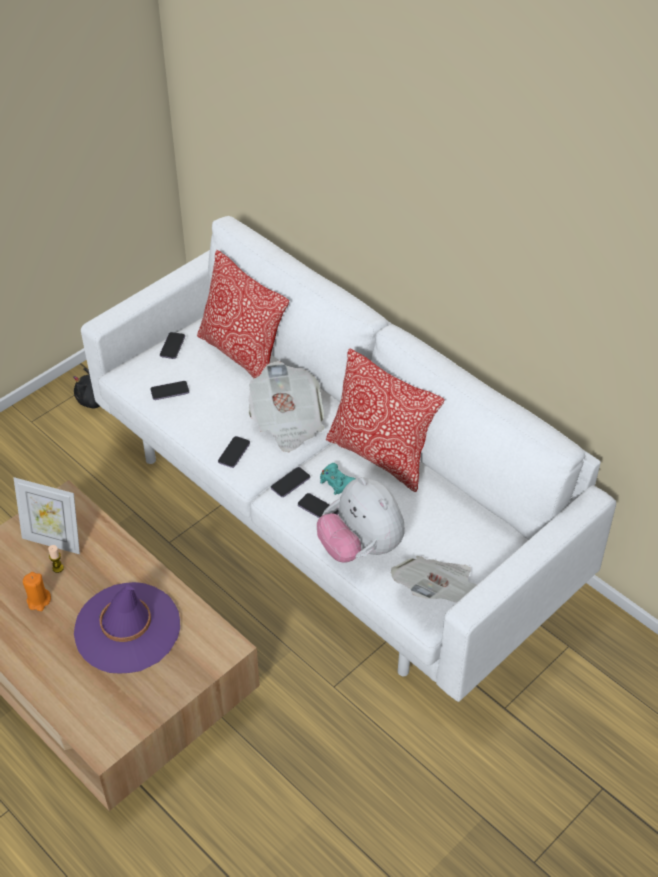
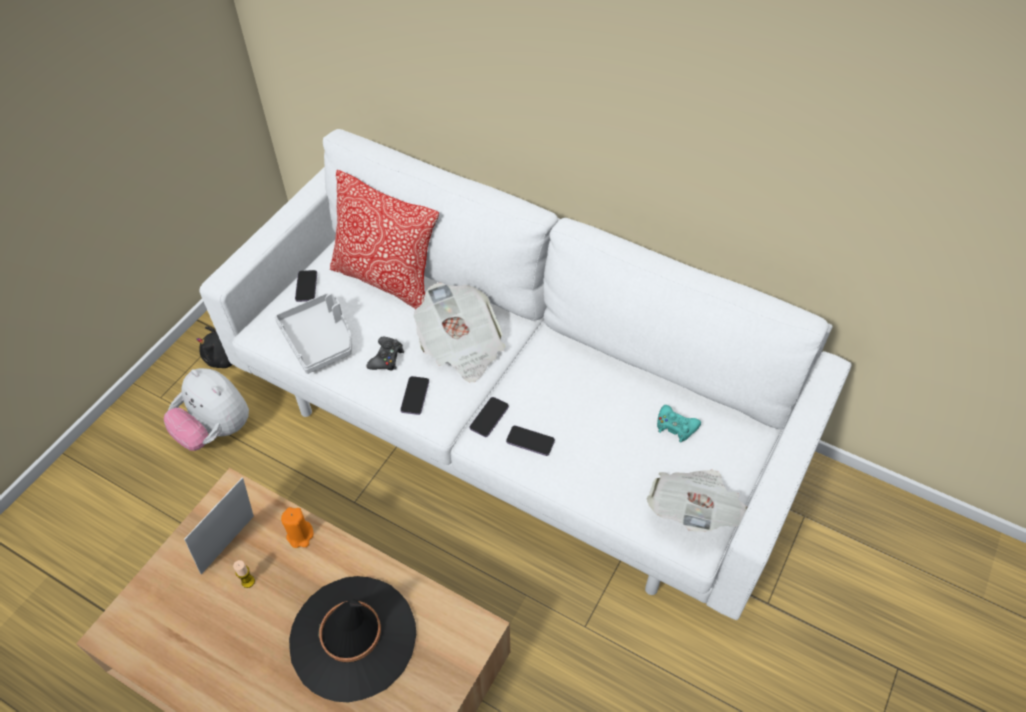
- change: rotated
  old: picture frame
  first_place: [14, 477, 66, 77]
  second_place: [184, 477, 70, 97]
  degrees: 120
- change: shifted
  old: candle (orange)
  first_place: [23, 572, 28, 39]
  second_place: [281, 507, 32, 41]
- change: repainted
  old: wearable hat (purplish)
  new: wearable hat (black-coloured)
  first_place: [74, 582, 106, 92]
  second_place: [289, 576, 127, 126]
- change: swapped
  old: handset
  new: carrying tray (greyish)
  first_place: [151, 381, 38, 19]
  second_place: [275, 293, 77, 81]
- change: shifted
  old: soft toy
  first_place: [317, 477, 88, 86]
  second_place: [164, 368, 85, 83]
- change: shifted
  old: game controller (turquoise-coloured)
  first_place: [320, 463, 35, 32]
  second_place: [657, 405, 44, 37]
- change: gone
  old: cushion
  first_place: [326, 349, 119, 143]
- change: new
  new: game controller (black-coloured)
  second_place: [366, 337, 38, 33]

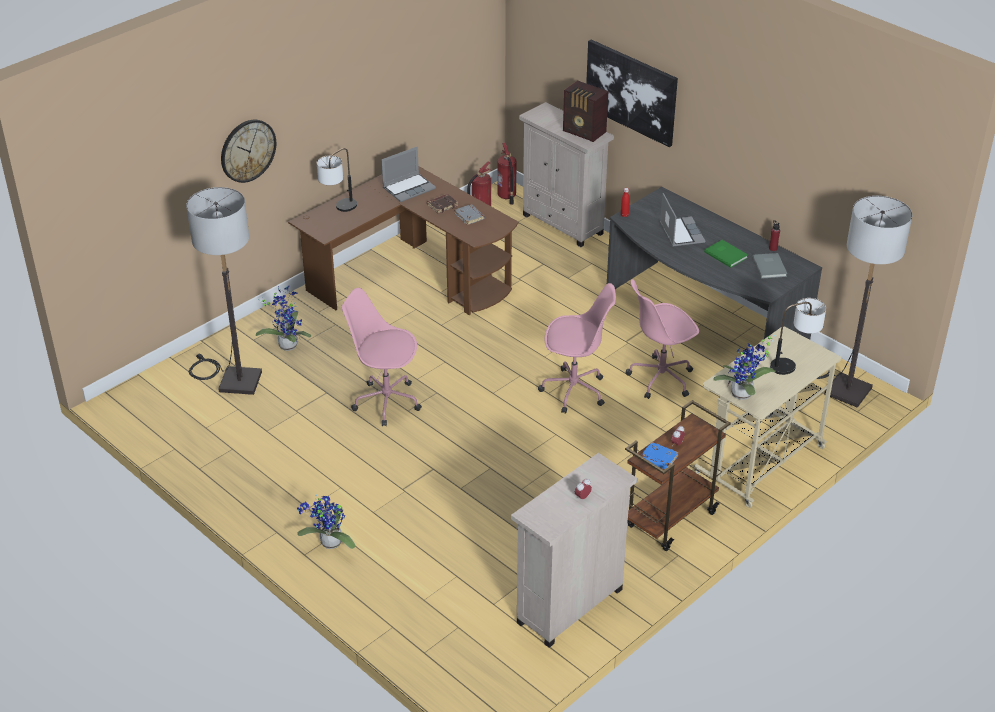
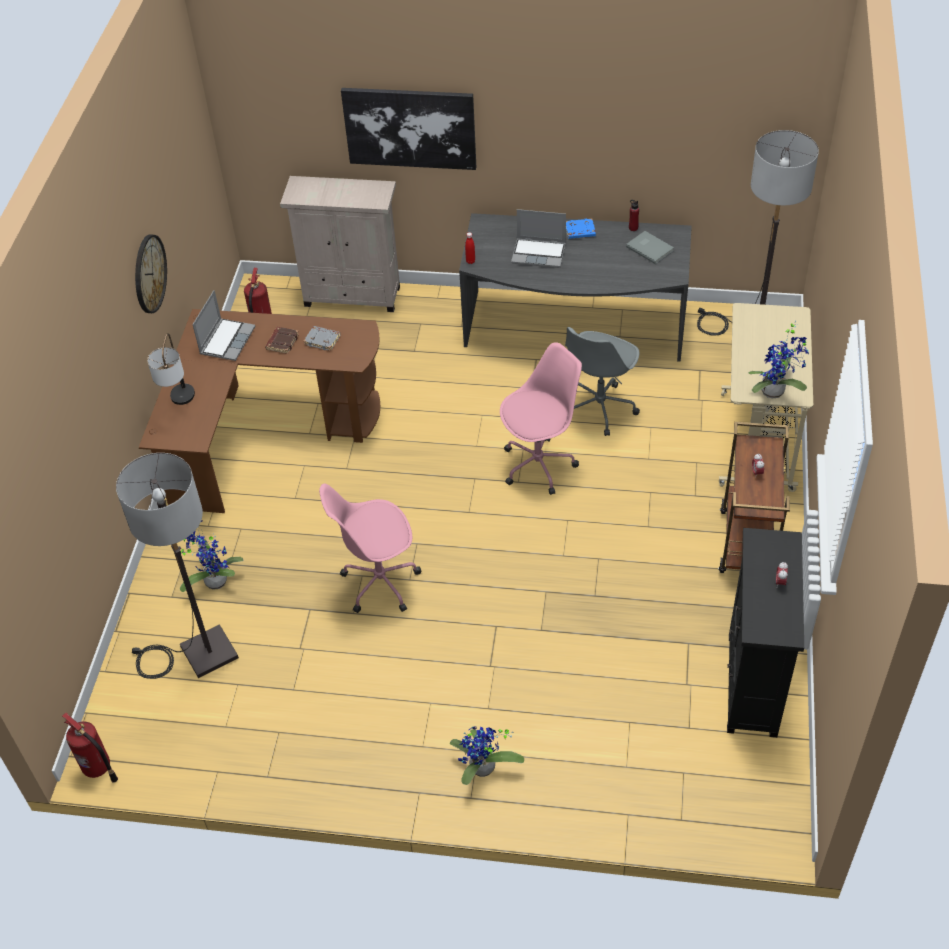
- change: shifted
  old: hanging clock
  first_place: [221, 119, 55, 64]
  second_place: [135, 235, 32, 78]
- change: shifted
  old: fire extinguisher
  first_place: [497, 143, 19, 62]
  second_place: [62, 713, 56, 70]
- change: repainted
  old: cabinet (beige)
  new: cabinet (black-coloured)
  first_place: [511, 453, 126, 195]
  second_place: [727, 528, 77, 210]
- change: gone
  old: radio
  first_place: [563, 80, 45, 62]
- change: repainted
  old: desk chair (pink-coloured)
  new: desk chair (greyish)
  first_place: [625, 279, 74, 120]
  second_place: [565, 327, 75, 109]
- change: shifted
  old: bound book (blue)
  first_place: [641, 442, 38, 27]
  second_place: [566, 219, 30, 20]
- change: rotated
  old: portable computer
  first_place: [660, 193, 45, 54]
  second_place: [511, 209, 55, 59]
  degrees: 150
- change: gone
  old: bound book (green-coloured)
  first_place: [704, 240, 44, 28]
- change: gone
  old: tabletop lamp
  first_place: [770, 298, 56, 77]

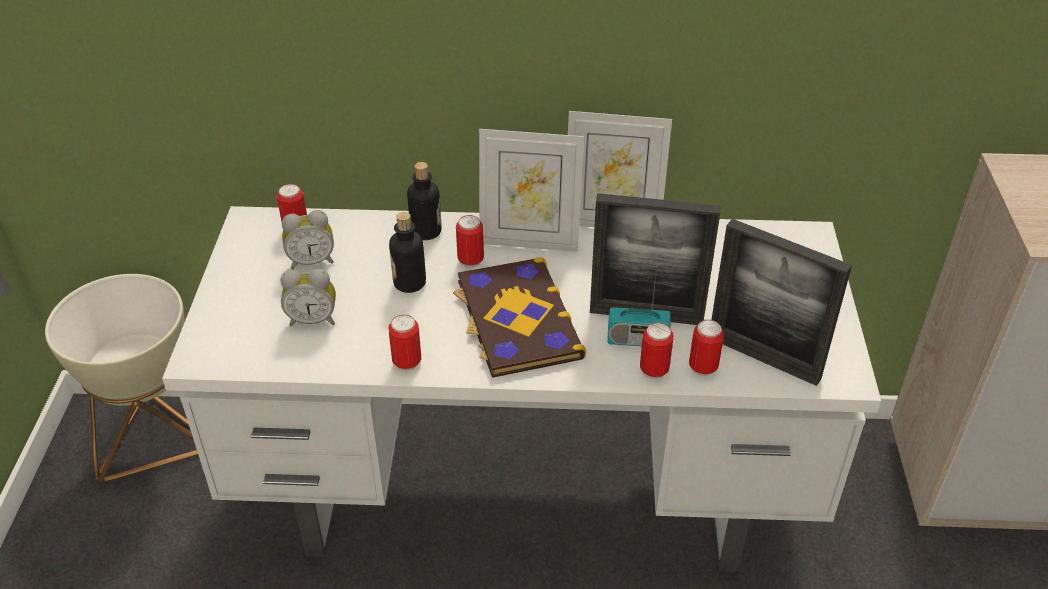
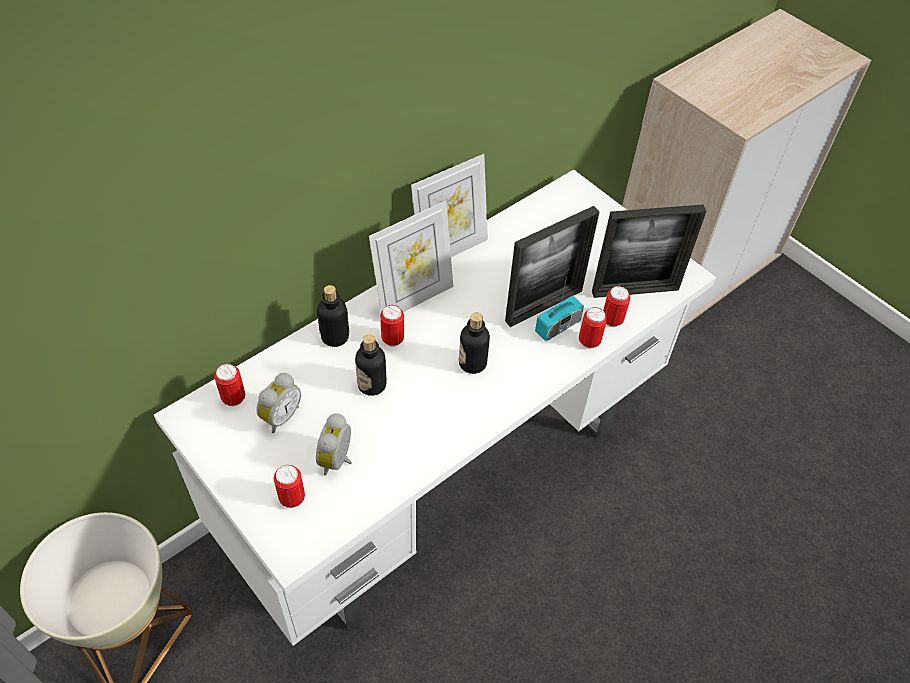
- change: rotated
  old: alarm clock
  first_place: [280, 269, 56, 57]
  second_place: [316, 413, 36, 63]
  degrees: 150
- change: shifted
  old: metal can
  first_place: [388, 315, 33, 56]
  second_place: [274, 465, 31, 43]
- change: swapped
  old: bound book
  new: drink bottle
  first_place: [453, 257, 133, 121]
  second_place: [459, 313, 31, 61]

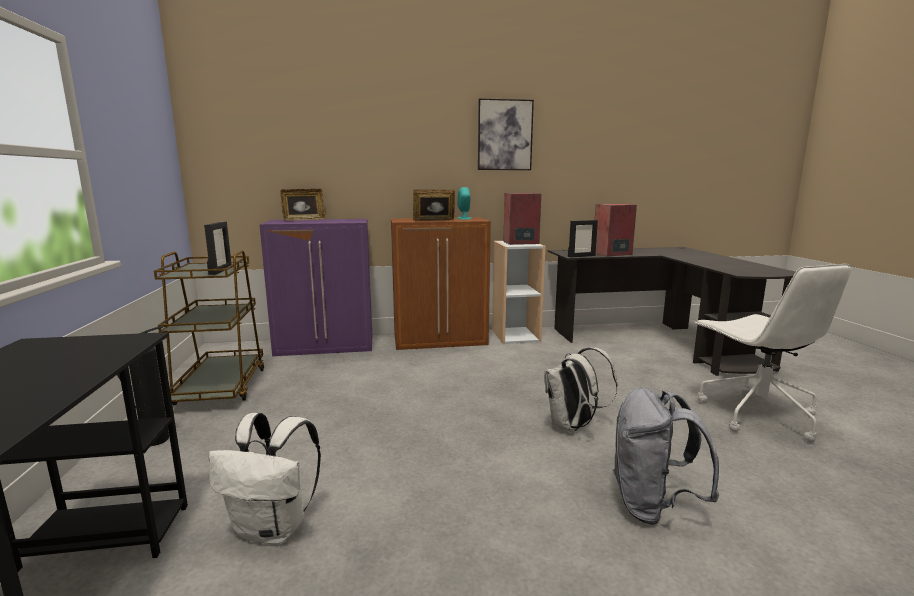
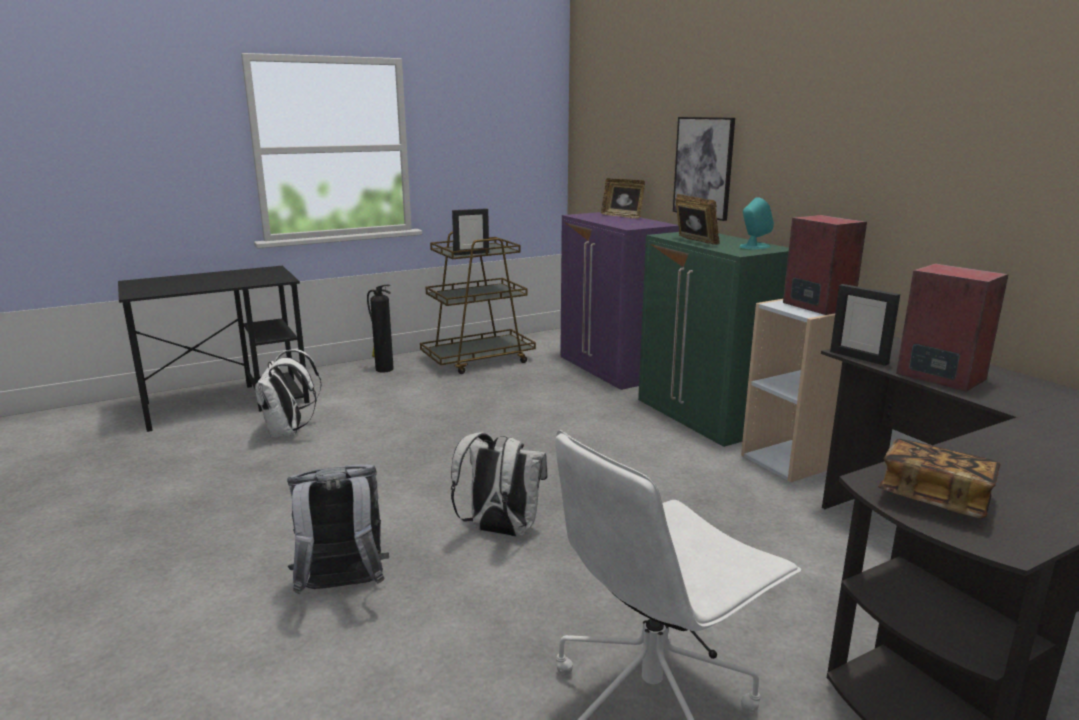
- change: repainted
  old: cabinet (brown)
  new: cabinet (green-coloured)
  first_place: [391, 217, 100, 133]
  second_place: [638, 232, 151, 215]
- change: shifted
  old: wall picture
  first_place: [478, 98, 56, 72]
  second_place: [673, 117, 62, 104]
- change: new
  new: bound book
  second_place: [878, 439, 123, 79]

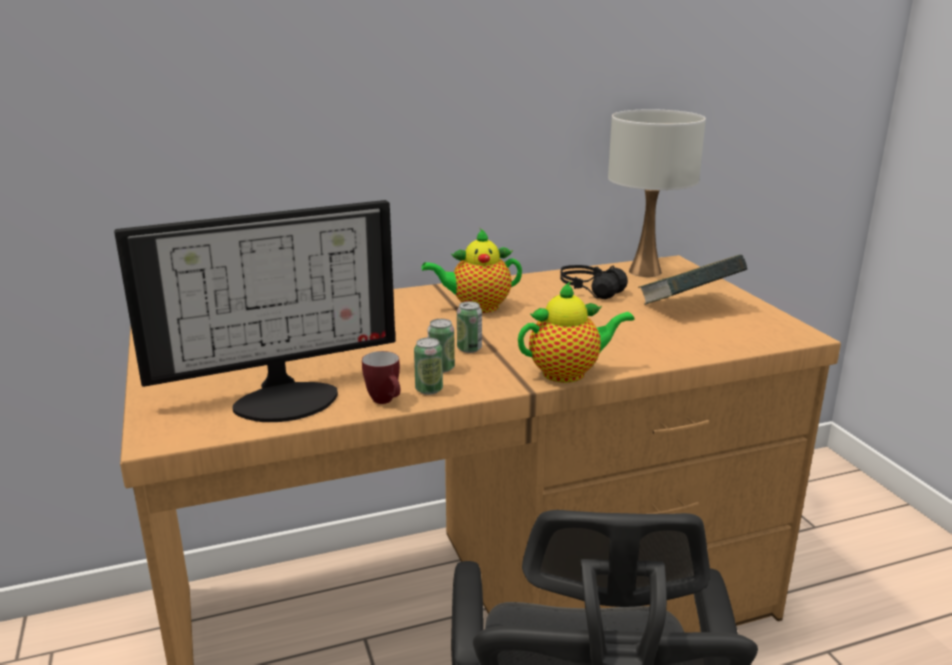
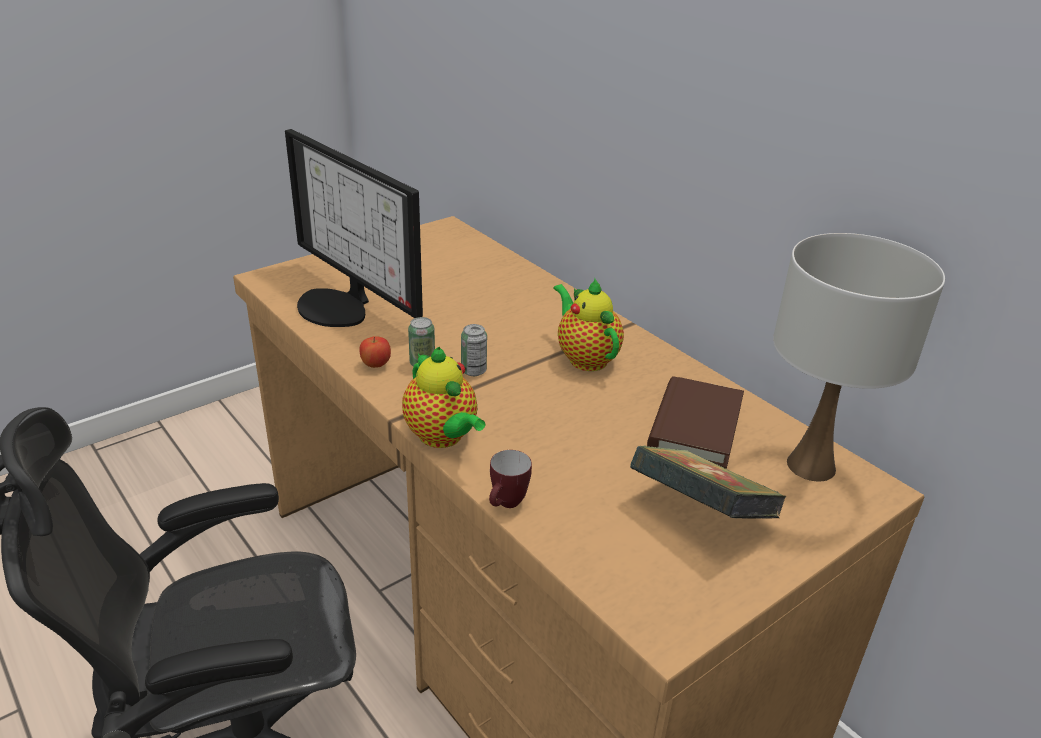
- change: shifted
  old: tea mug
  first_place: [362, 351, 38, 53]
  second_place: [489, 450, 43, 58]
- change: swapped
  old: metal can
  new: apple
  first_place: [414, 338, 29, 57]
  second_place: [359, 336, 32, 32]
- change: swapped
  old: pair of headphones (black-coloured)
  new: bound book (brown)
  first_place: [560, 265, 68, 34]
  second_place: [647, 376, 97, 93]

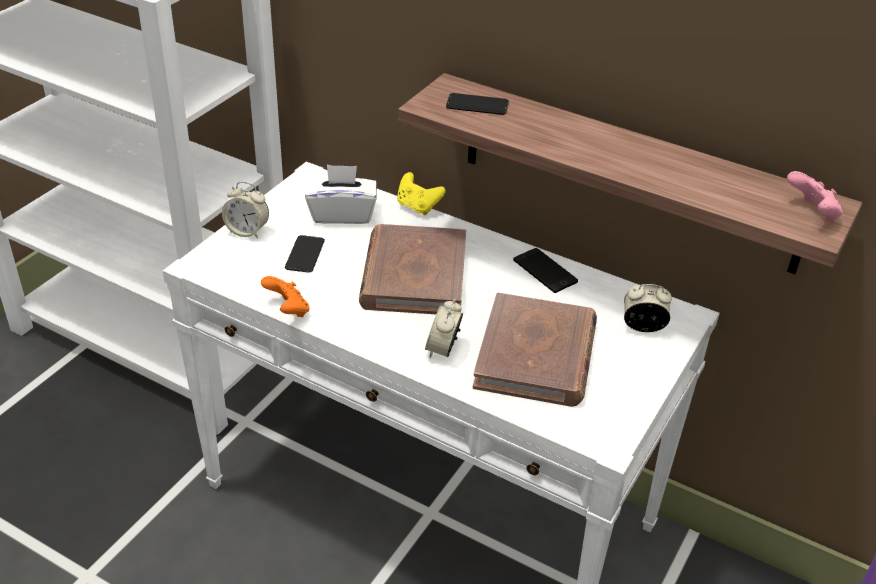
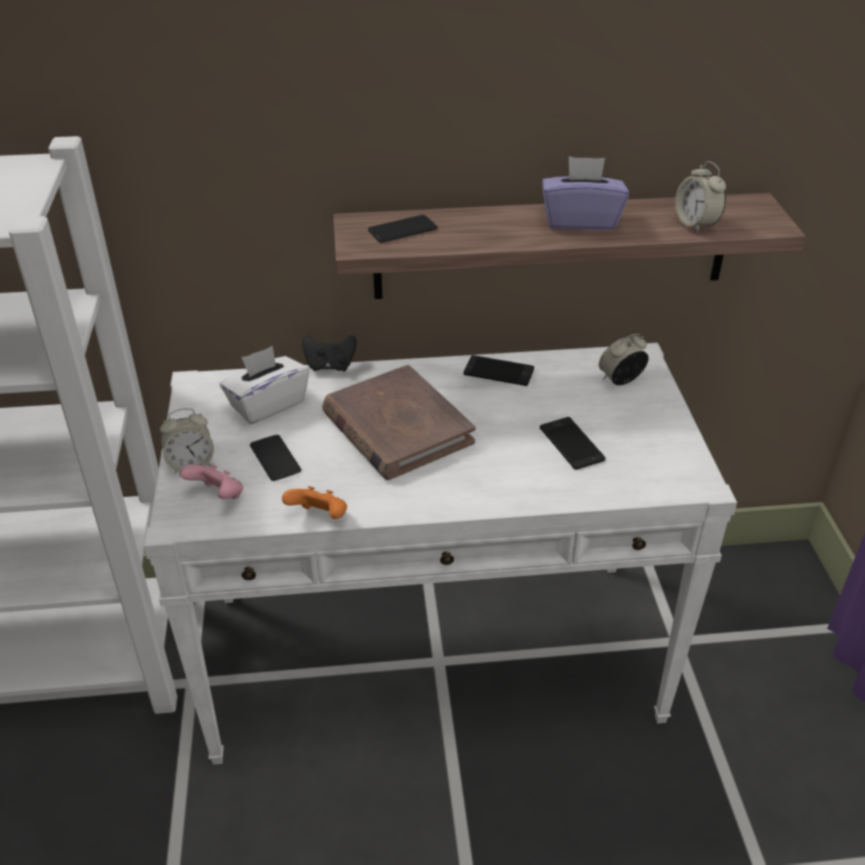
- change: repainted
  old: game controller (yellow)
  new: game controller (black-coloured)
  first_place: [397, 172, 49, 43]
  second_place: [302, 335, 55, 36]
- change: shifted
  old: alarm clock
  first_place: [425, 299, 38, 59]
  second_place: [675, 161, 51, 72]
- change: swapped
  old: bound book (brown)
  new: handset
  first_place: [473, 293, 124, 114]
  second_place: [540, 417, 65, 53]
- change: shifted
  old: game controller (pink-coloured)
  first_place: [787, 171, 56, 51]
  second_place: [180, 464, 63, 35]
- change: new
  new: tissue holder (purplish)
  second_place: [542, 156, 87, 74]

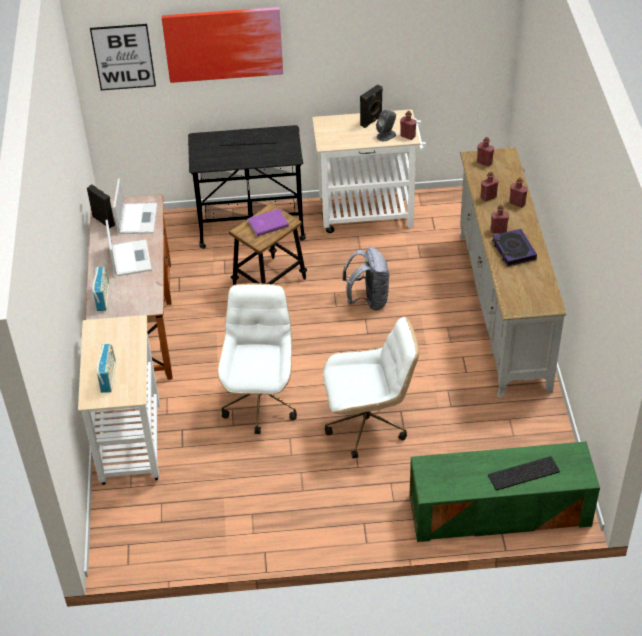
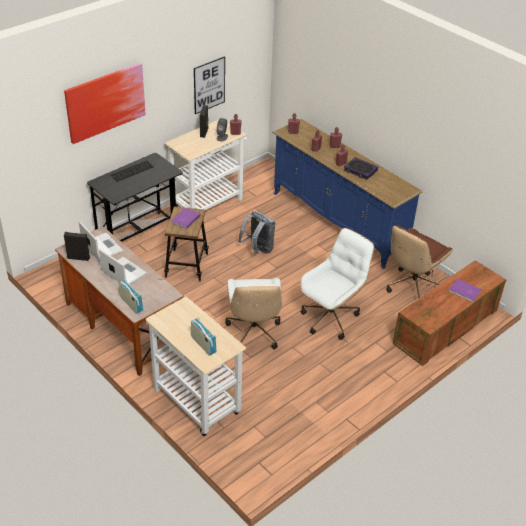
- change: shifted
  old: wall picture
  first_place: [90, 24, 66, 66]
  second_place: [194, 56, 31, 58]
- change: rotated
  old: desk chair (white-coloured)
  first_place: [218, 283, 79, 151]
  second_place: [225, 278, 57, 72]
  degrees: -150
- change: repainted
  old: bench (green-coloured)
  new: bench (brown)
  first_place: [409, 441, 191, 101]
  second_place: [393, 260, 113, 106]
- change: repainted
  old: cabinet (greyish)
  new: cabinet (blue)
  first_place: [459, 147, 107, 250]
  second_place: [272, 119, 150, 150]
- change: swapped
  old: computer keyboard
  new: bound book (purplish)
  first_place: [488, 456, 72, 34]
  second_place: [449, 279, 33, 23]
- change: new
  new: desk chair (brown)
  second_place: [386, 225, 67, 73]

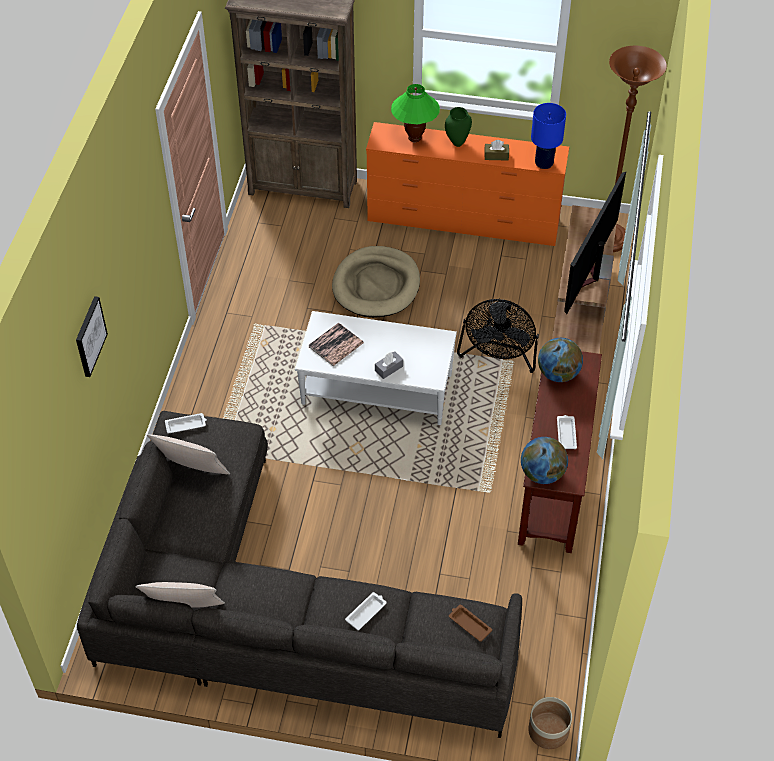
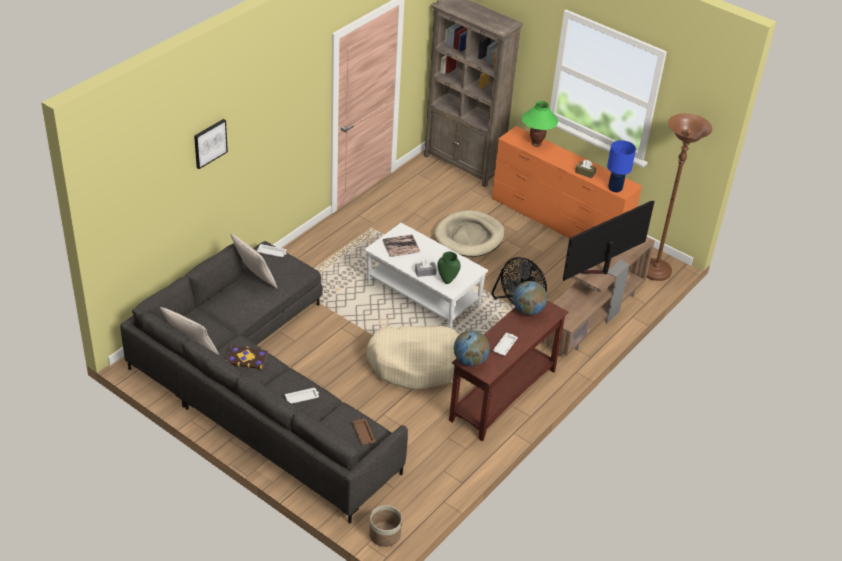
- change: shifted
  old: flower vase (green-coloured)
  first_place: [445, 107, 27, 40]
  second_place: [437, 252, 24, 32]
- change: new
  new: bound book
  second_place: [226, 345, 42, 25]
- change: new
  new: dog bed (beige)
  second_place: [367, 325, 93, 64]

